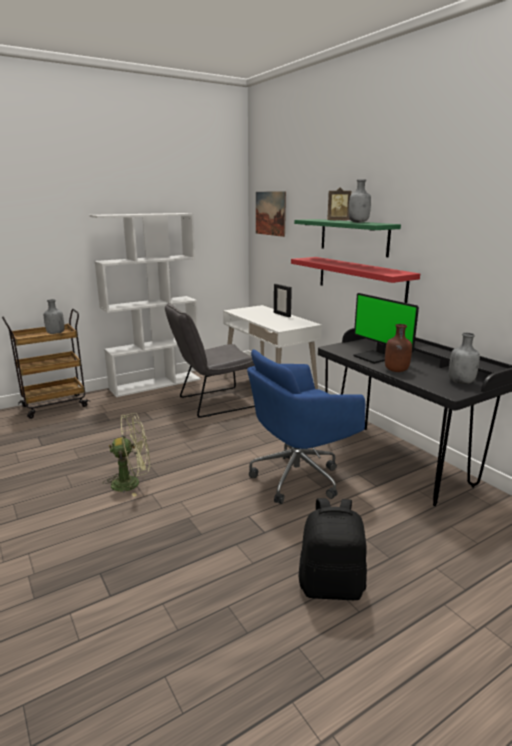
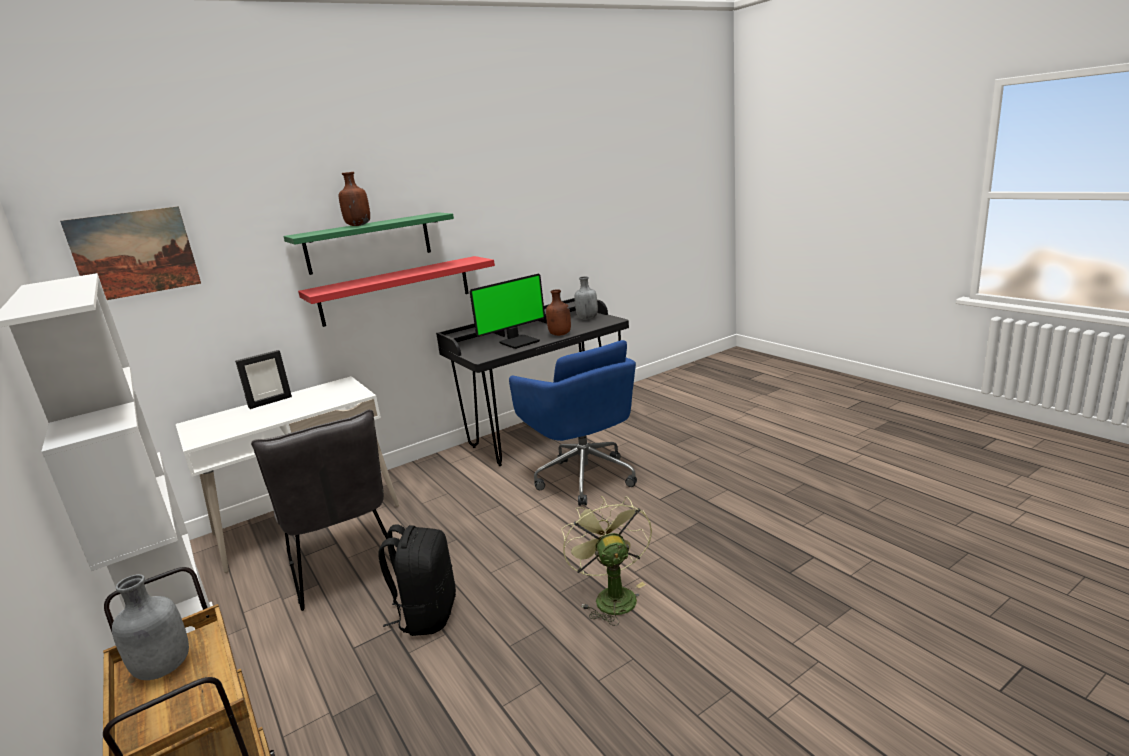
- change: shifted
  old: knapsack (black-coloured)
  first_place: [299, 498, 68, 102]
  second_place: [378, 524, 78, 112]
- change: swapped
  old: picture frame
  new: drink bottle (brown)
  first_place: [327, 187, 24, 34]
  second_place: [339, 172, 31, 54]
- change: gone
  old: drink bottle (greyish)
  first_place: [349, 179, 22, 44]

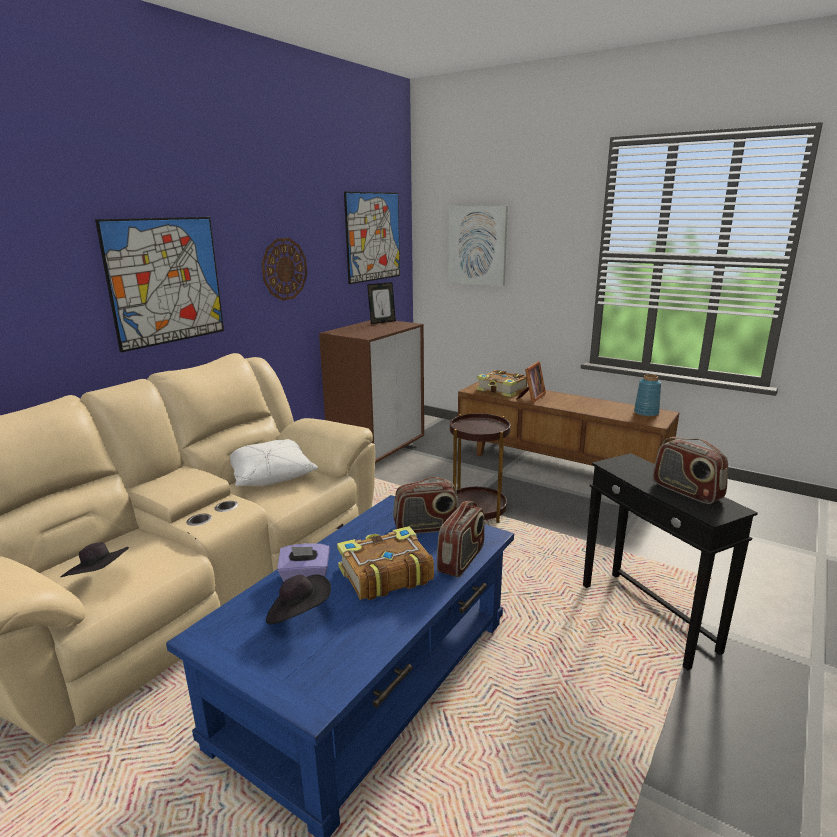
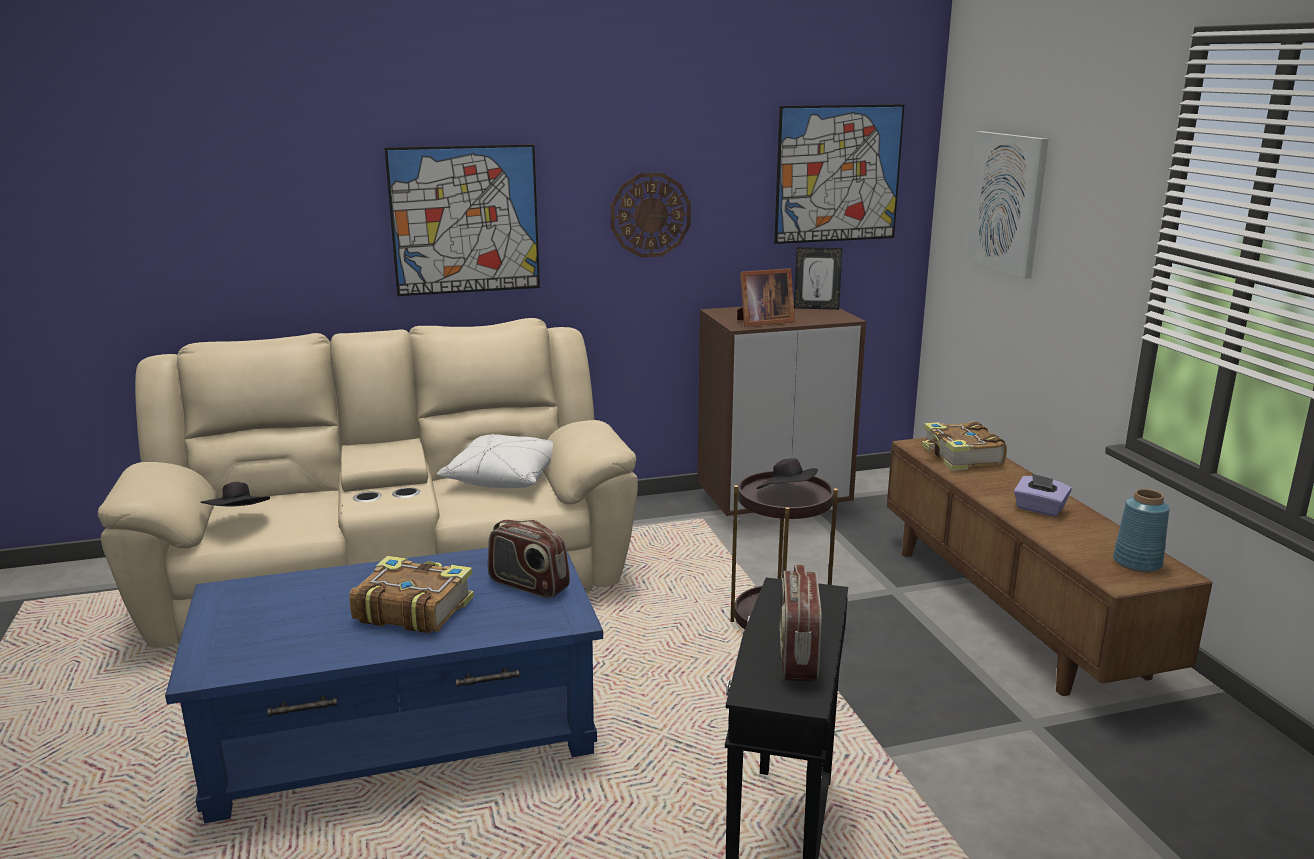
- change: shifted
  old: wearable hat (black-coloured)
  first_place: [266, 574, 65, 51]
  second_place: [757, 459, 61, 30]
- change: shifted
  old: tissue holder (purplish)
  first_place: [277, 543, 53, 39]
  second_place: [1014, 473, 58, 44]
- change: gone
  old: radio
  first_place: [437, 501, 48, 77]
- change: shifted
  old: picture frame
  first_place: [517, 361, 29, 42]
  second_place: [737, 268, 58, 59]

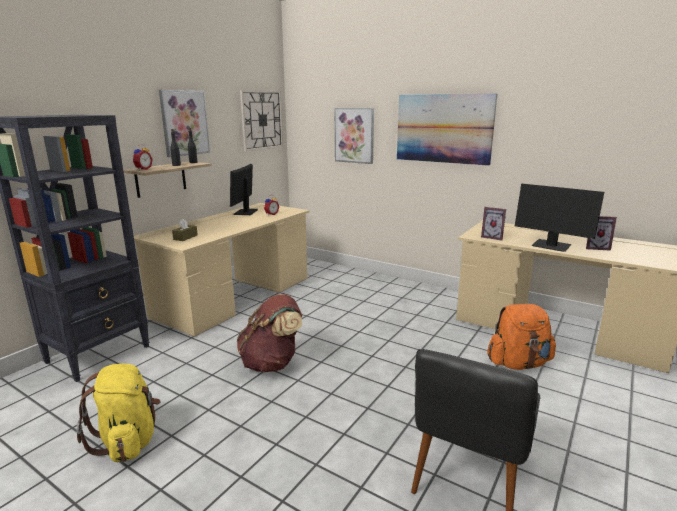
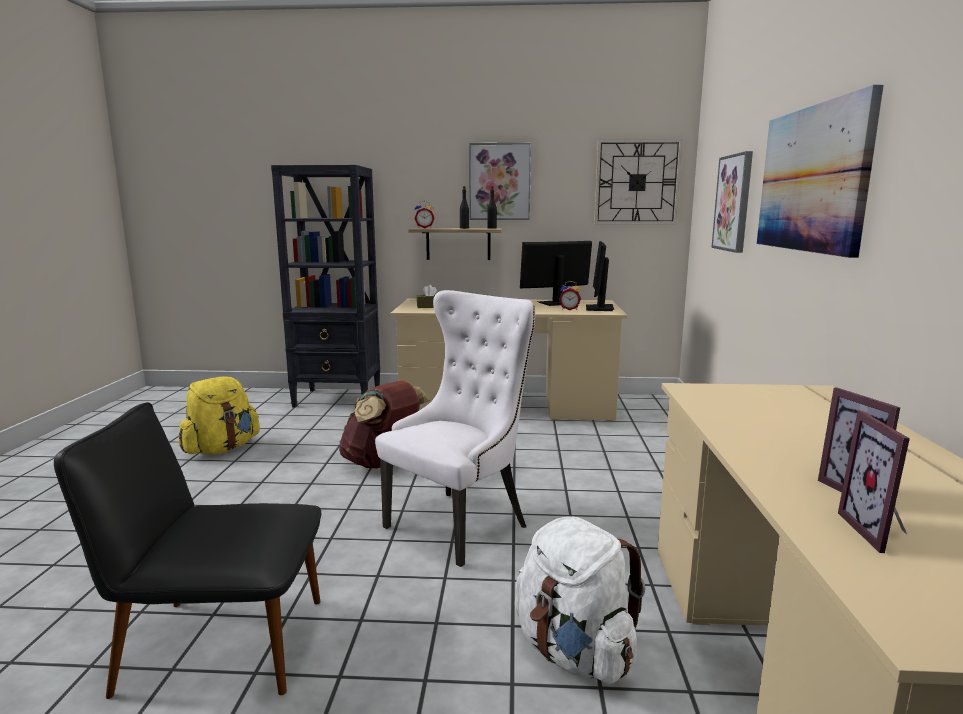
- change: shifted
  old: picture frame
  first_place: [481, 207, 25, 33]
  second_place: [838, 411, 72, 142]
- change: repainted
  old: knapsack (orange)
  new: knapsack (white-coloured)
  first_place: [487, 304, 69, 66]
  second_place: [515, 516, 130, 168]
- change: shifted
  old: computer display
  first_place: [515, 184, 89, 68]
  second_place: [586, 241, 28, 70]
- change: new
  new: upright chair (white-coloured)
  second_place: [375, 290, 160, 277]

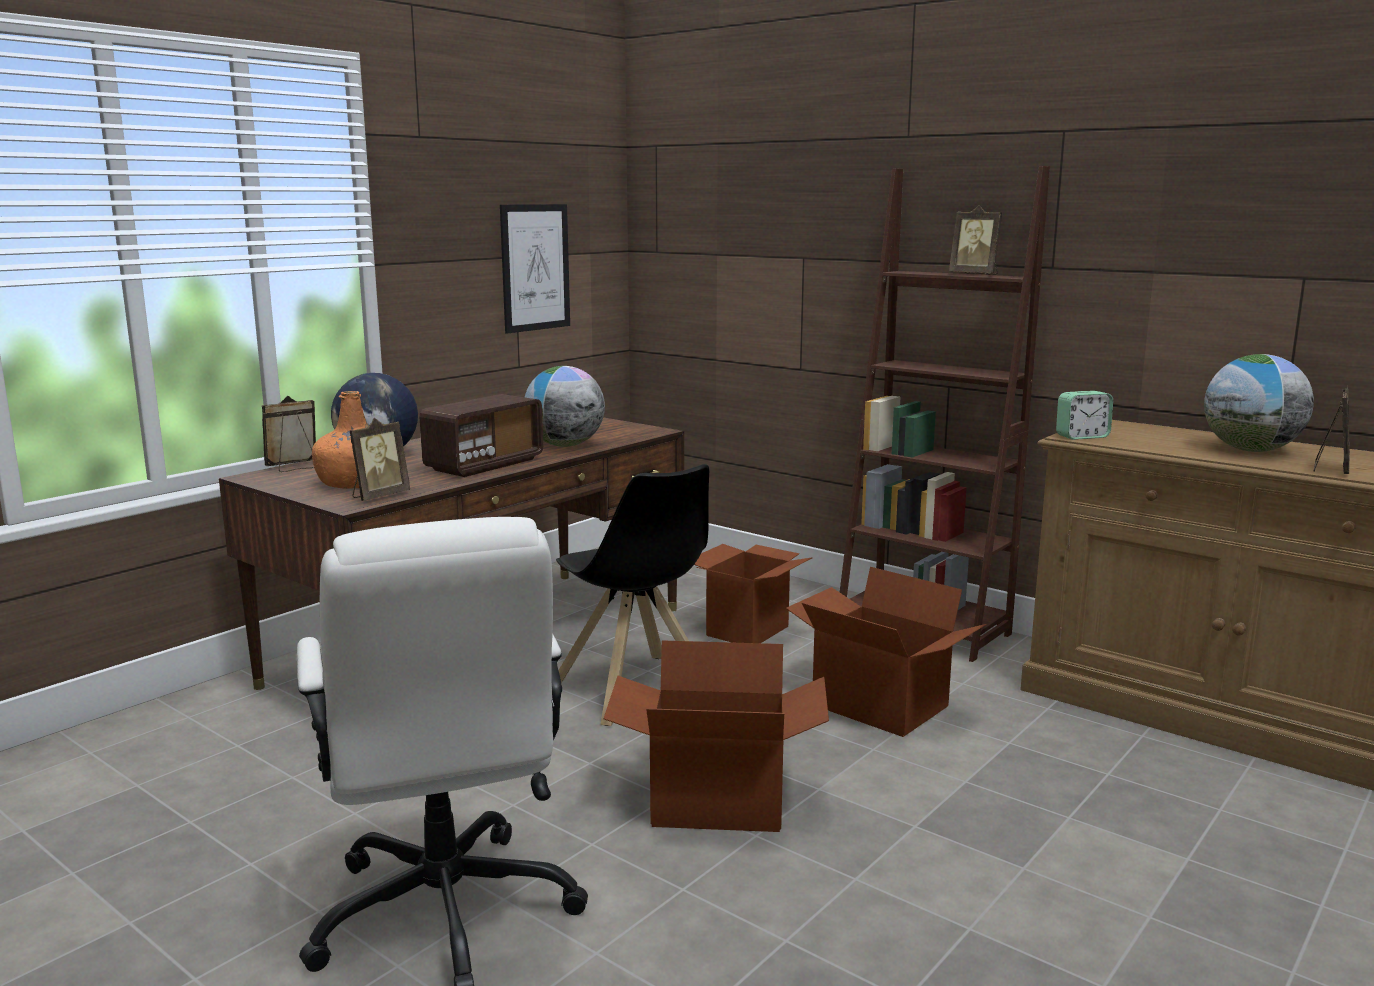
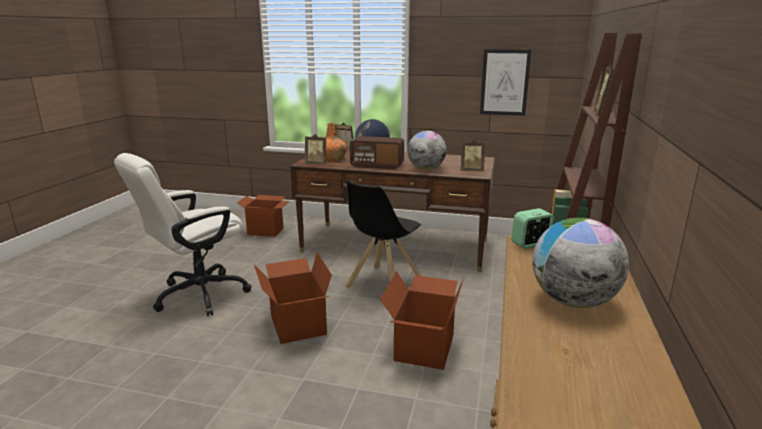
- change: shifted
  old: packing box
  first_place: [694, 544, 118, 99]
  second_place: [237, 195, 52, 42]
- change: rotated
  old: alarm clock
  first_place: [1056, 391, 57, 49]
  second_place: [511, 208, 43, 41]
  degrees: 105
- change: shifted
  old: picture frame
  first_place: [1314, 385, 36, 89]
  second_place: [461, 139, 24, 32]

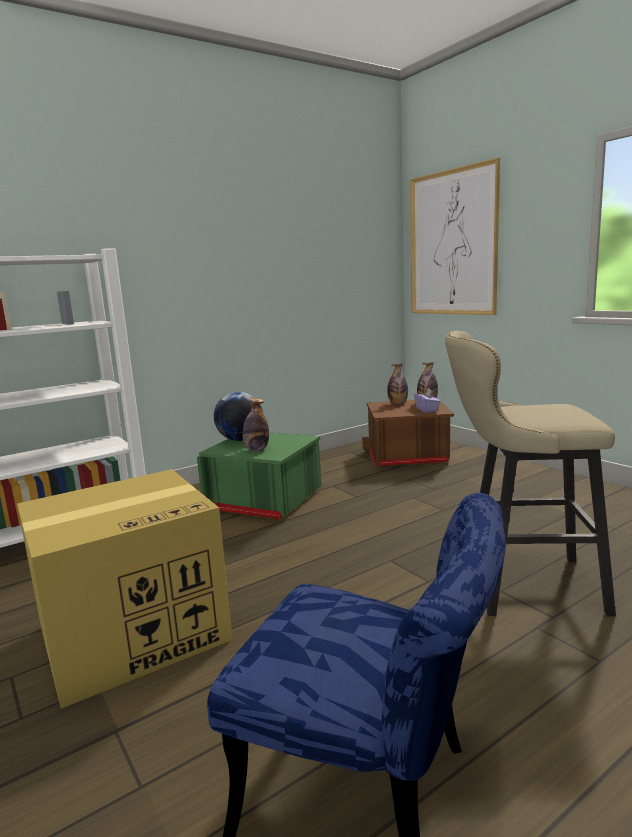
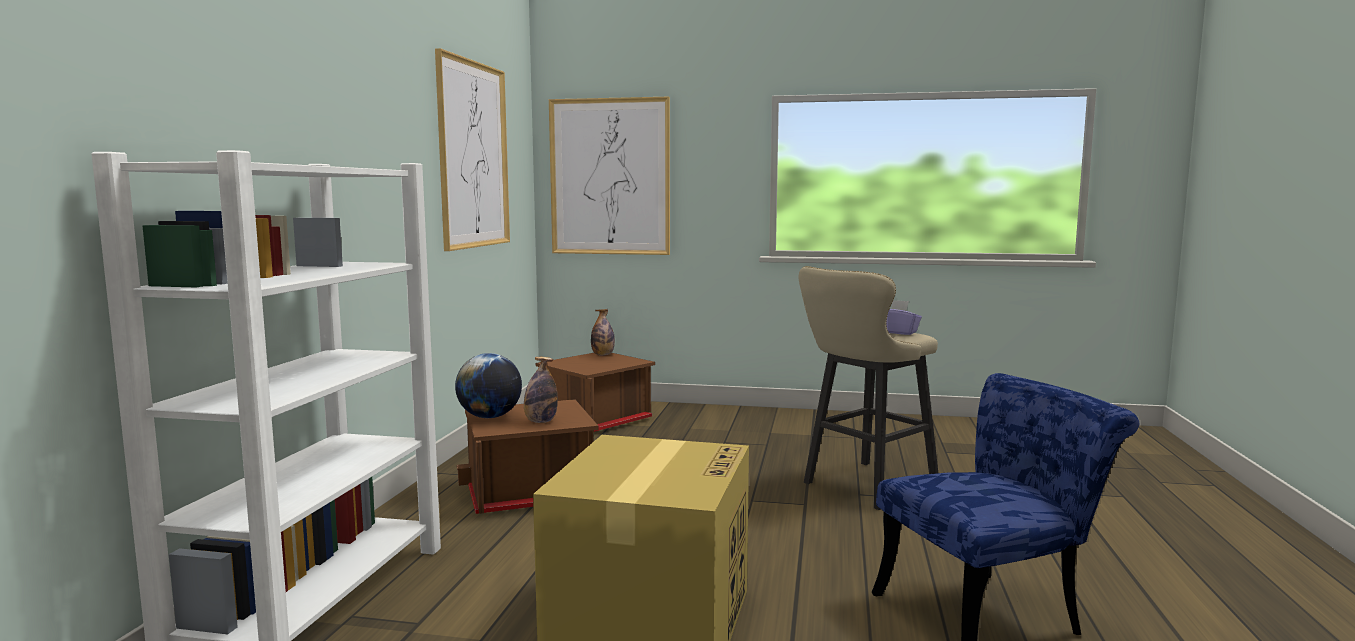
- change: repainted
  old: storage box (green-coloured)
  new: storage box (brown)
  first_place: [197, 433, 124, 86]
  second_place: [456, 399, 143, 115]
- change: gone
  old: drink bottle
  first_place: [387, 364, 21, 40]
- change: shifted
  old: tissue holder (purplish)
  first_place: [414, 389, 26, 24]
  second_place: [886, 300, 36, 35]
- change: new
  new: wall picture
  second_place: [435, 48, 75, 203]

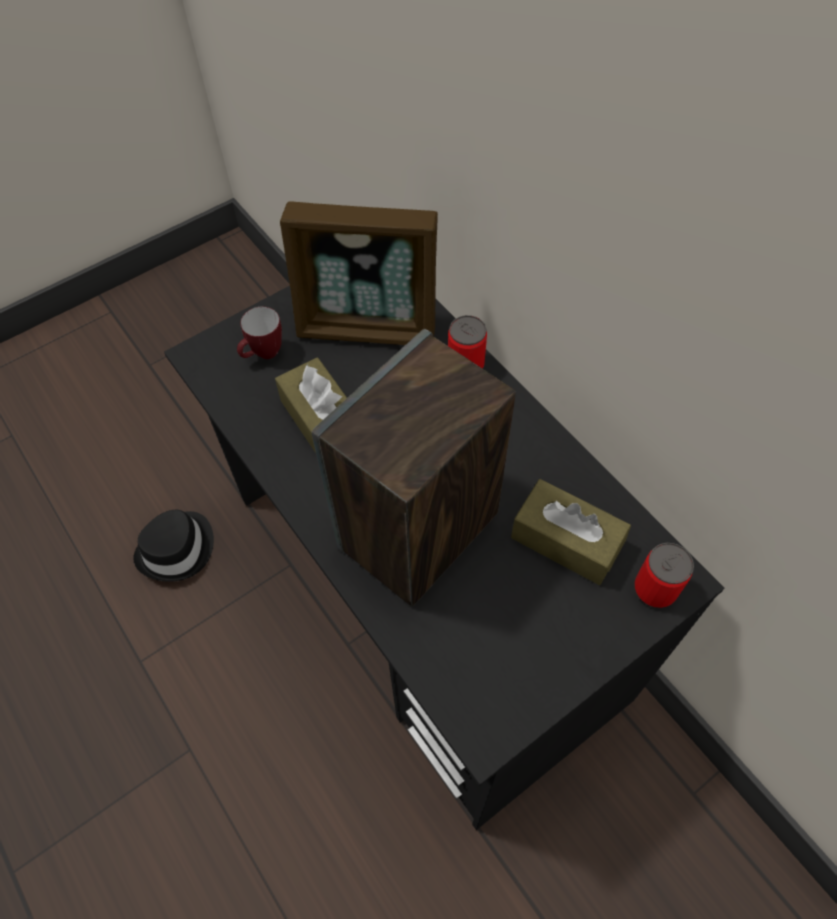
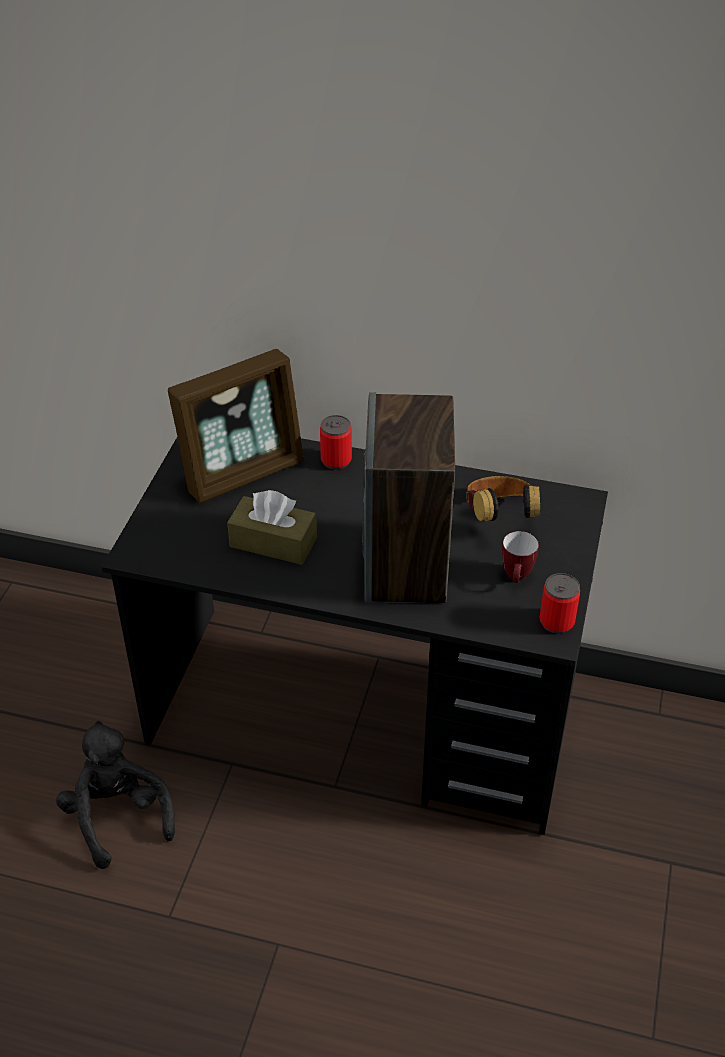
- change: swapped
  old: wearable hat (black-coloured)
  new: soft toy (black-coloured)
  first_place: [133, 510, 81, 72]
  second_place: [56, 721, 119, 148]
- change: shifted
  old: tea mug
  first_place: [237, 307, 45, 52]
  second_place: [502, 531, 37, 52]
- change: swapped
  old: tissue holder (brown)
  new: pair of headphones
  first_place: [511, 479, 120, 106]
  second_place: [466, 476, 74, 45]
- change: shifted
  old: metal can
  first_place: [634, 543, 60, 65]
  second_place: [539, 573, 41, 61]

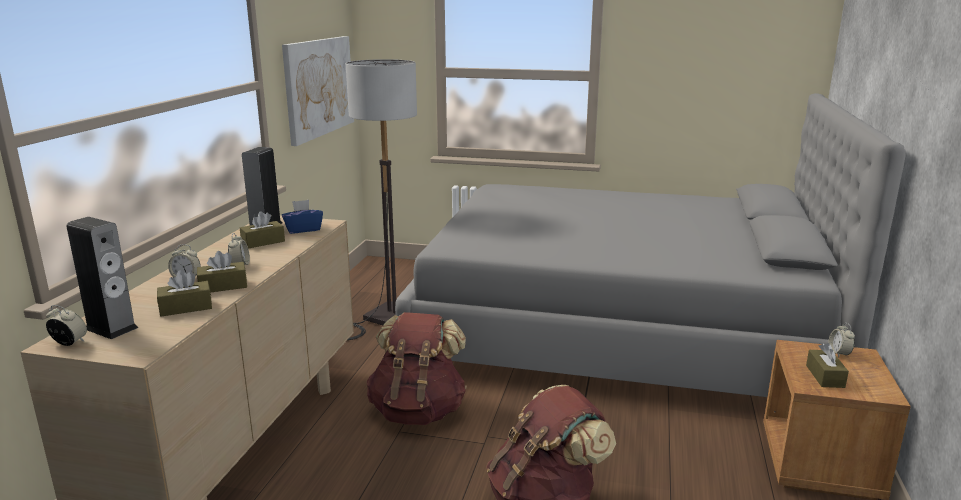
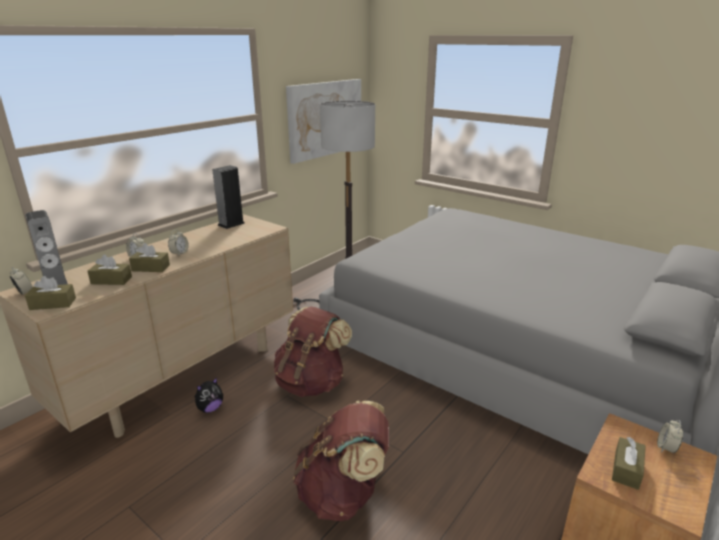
- change: shifted
  old: tissue holder (brown)
  first_place: [240, 211, 45, 38]
  second_place: [25, 276, 51, 34]
- change: gone
  old: tissue holder (blue)
  first_place: [282, 200, 41, 34]
- change: new
  new: soft toy
  second_place: [195, 377, 28, 36]

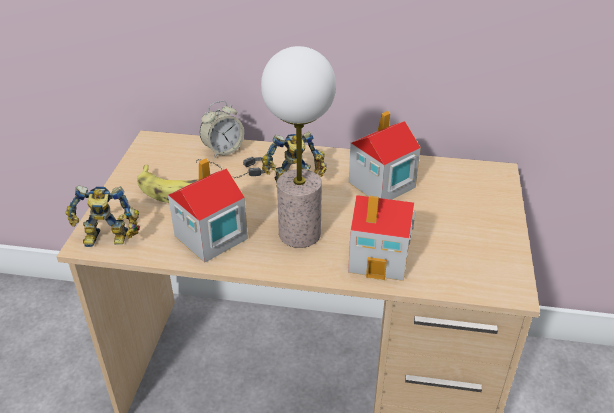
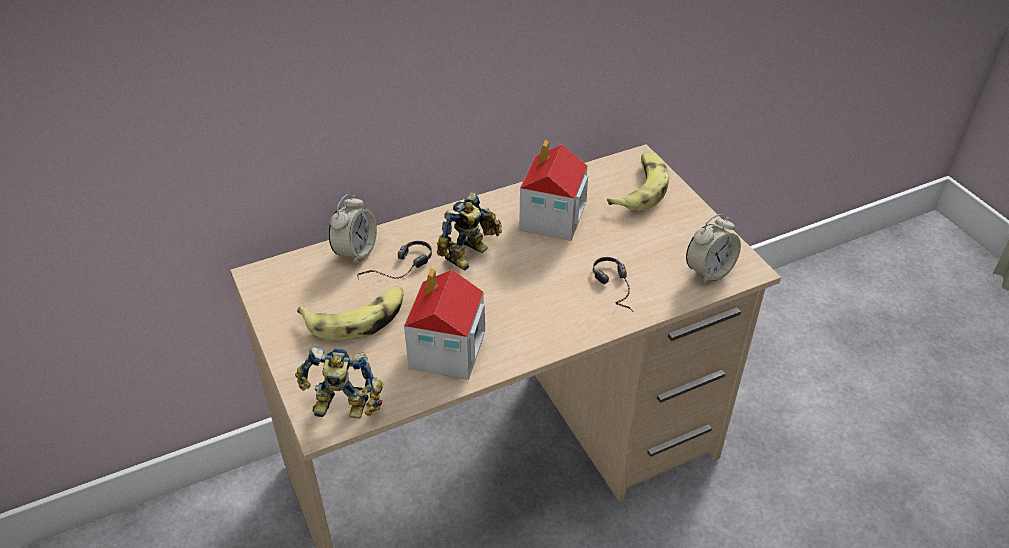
- change: rotated
  old: model robot
  first_place: [65, 185, 75, 62]
  second_place: [295, 347, 88, 72]
  degrees: 45
- change: gone
  old: tabletop lamp
  first_place: [261, 46, 75, 202]
- change: swapped
  old: miniature house
  new: pair of headphones
  first_place: [348, 195, 68, 86]
  second_place: [593, 257, 41, 55]
- change: new
  new: whole banana
  second_place: [607, 152, 62, 59]
- change: new
  new: alarm clock
  second_place: [686, 214, 55, 70]

